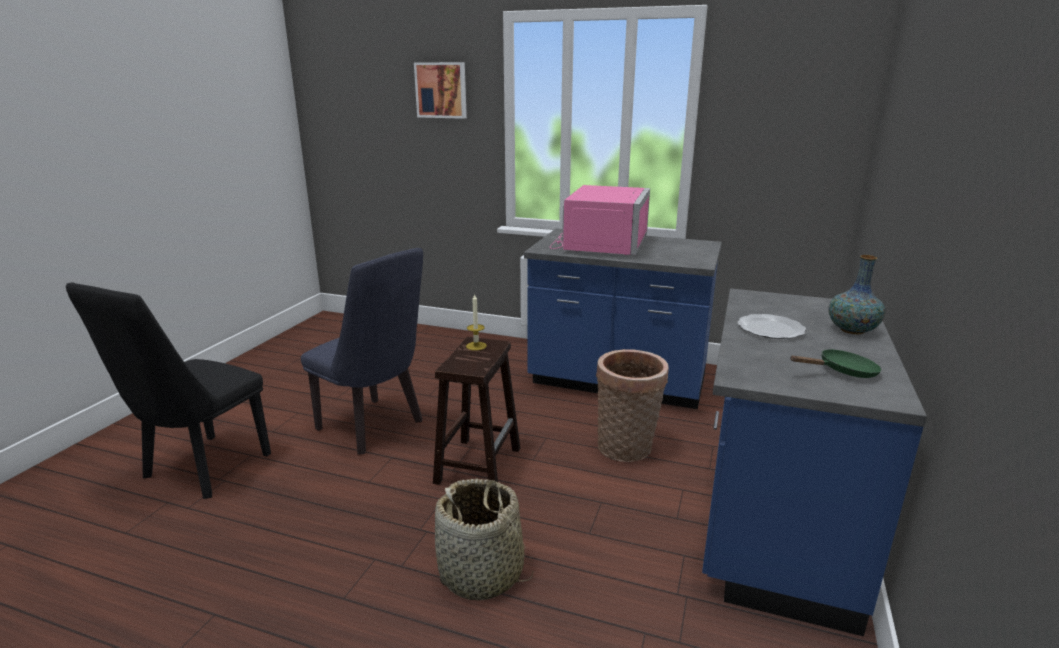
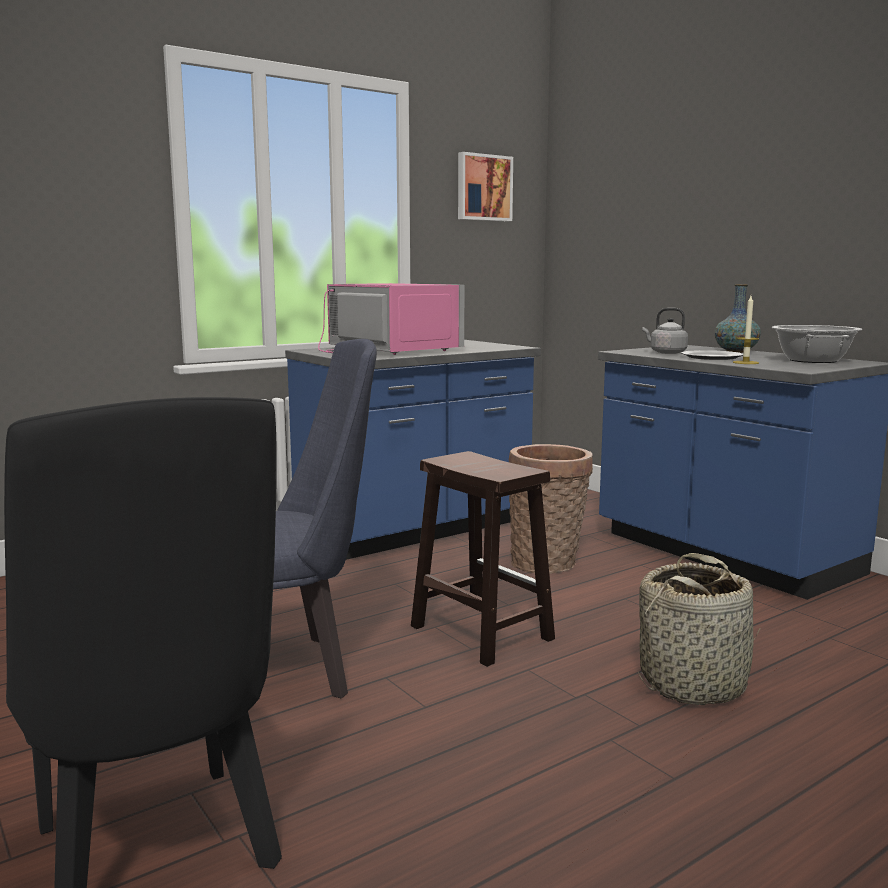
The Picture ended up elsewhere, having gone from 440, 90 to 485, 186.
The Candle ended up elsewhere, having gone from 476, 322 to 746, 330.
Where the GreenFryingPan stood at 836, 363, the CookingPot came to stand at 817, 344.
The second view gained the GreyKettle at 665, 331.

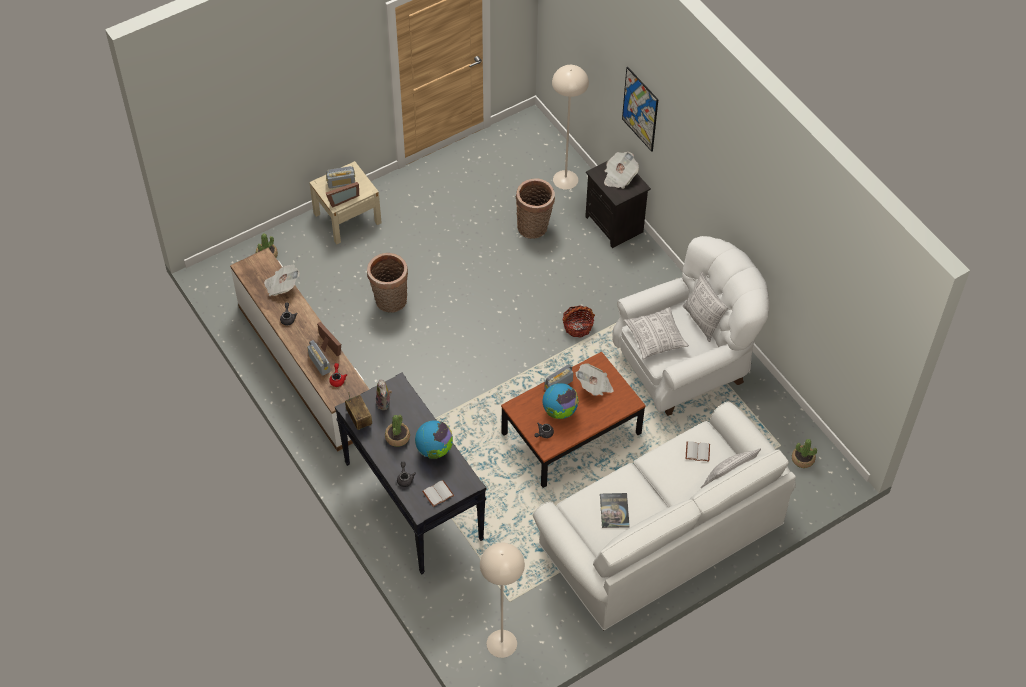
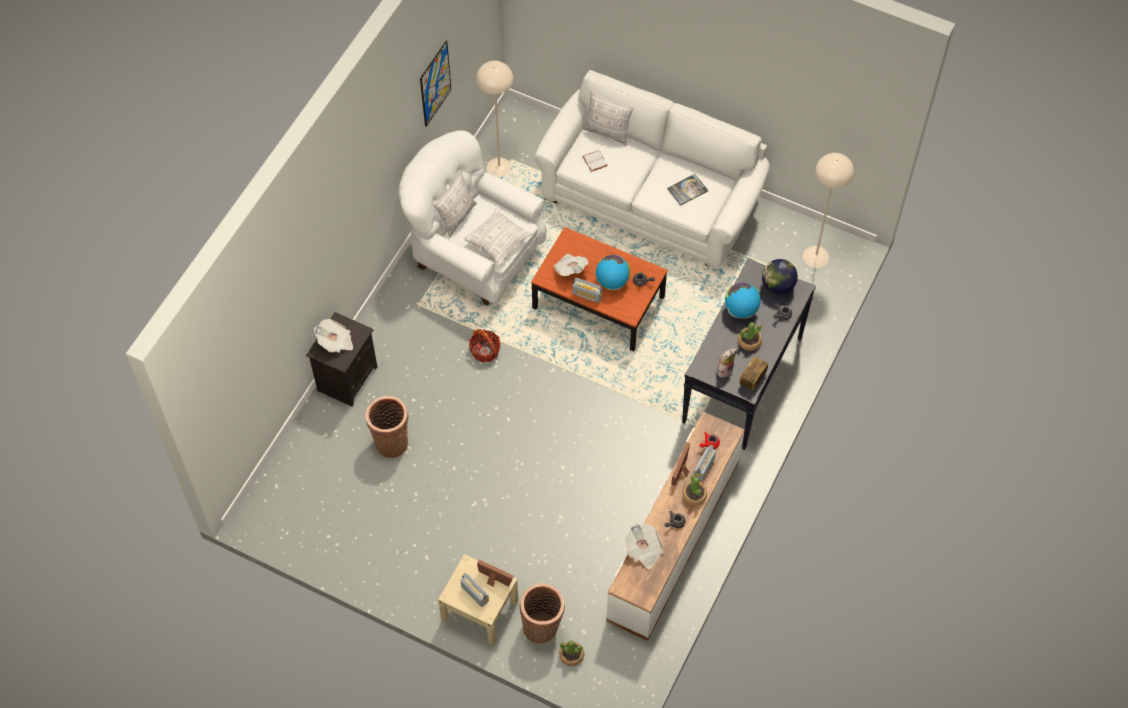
The Basket ended up elsewhere, having gone from 387, 283 to 542, 613.
Where the WhiteBook stood at 438, 493, the Globe came to stand at 780, 276.
The BeigeFloorLamp ended up elsewhere, having gone from 570, 127 to 494, 119.
The Picture ended up elsewhere, having gone from 640, 109 to 435, 84.
The PottedPlant ended up elsewhere, having gone from 804, 453 to 694, 490.

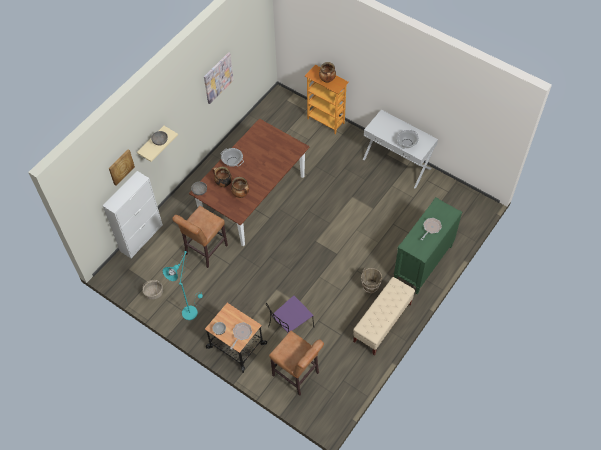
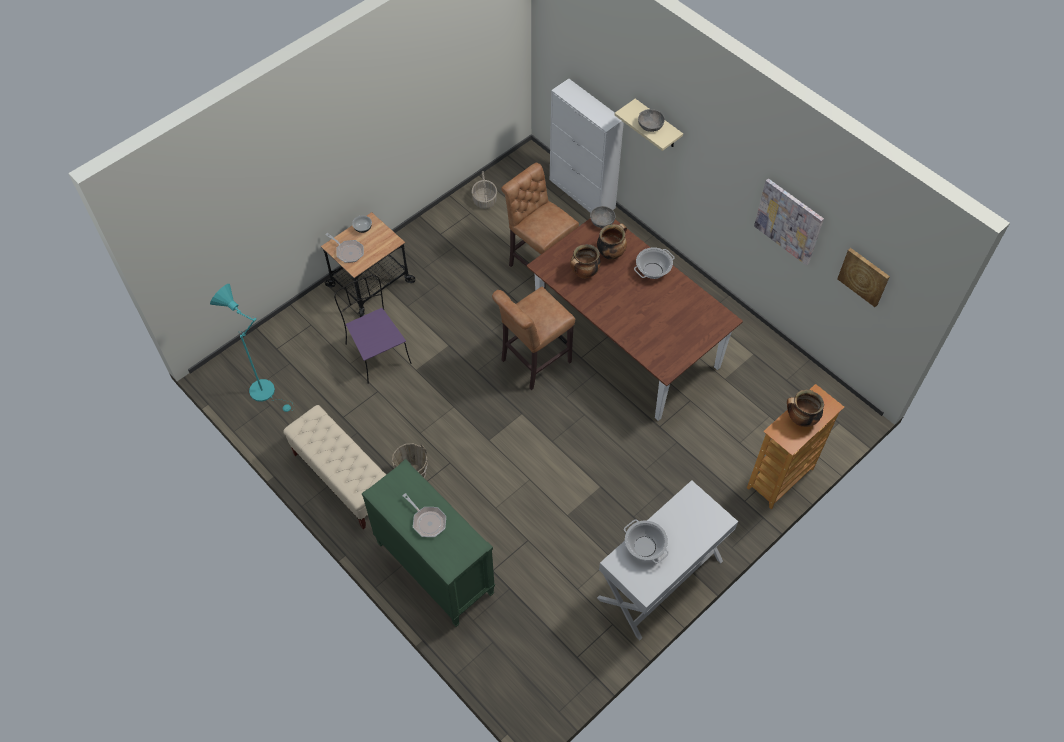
The Picture ended up elsewhere, having gone from 122, 168 to 863, 277.
The TurquoiseFloorLamp ended up elsewhere, having gone from 183, 285 to 251, 348.
The BrownStool ended up elsewhere, having gone from 296, 363 to 533, 338.

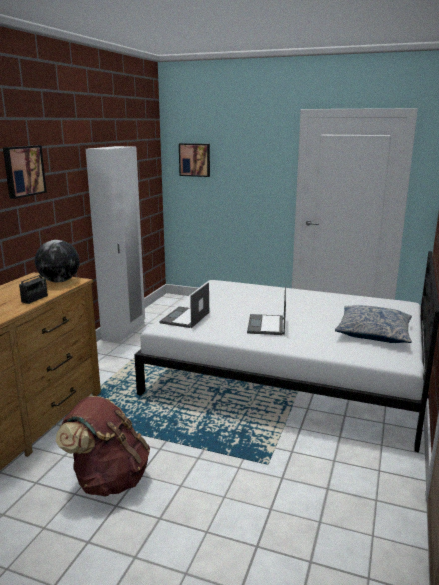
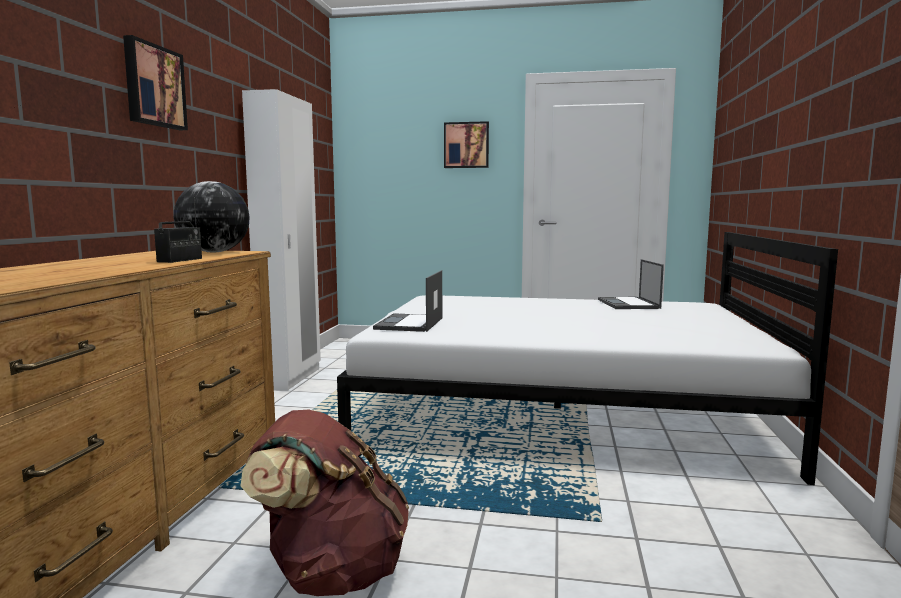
The Picture ended up elsewhere, having gone from 194, 160 to 466, 144.
The Laptop ended up elsewhere, having gone from 266, 311 to 631, 284.
The second view lost the Pillow at 373, 324.

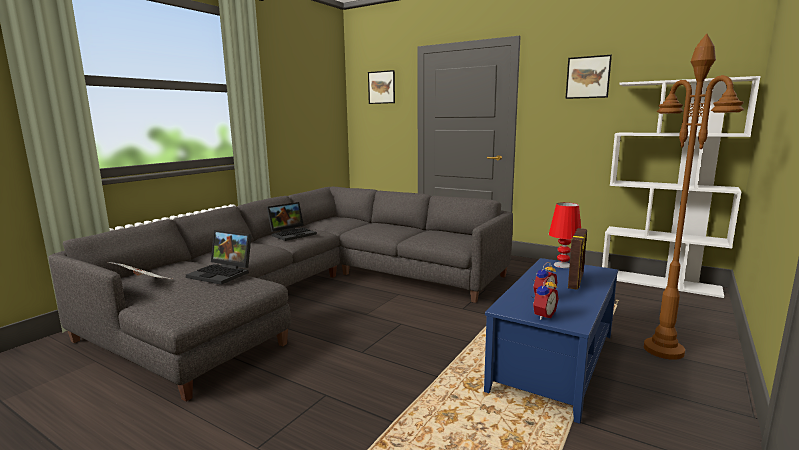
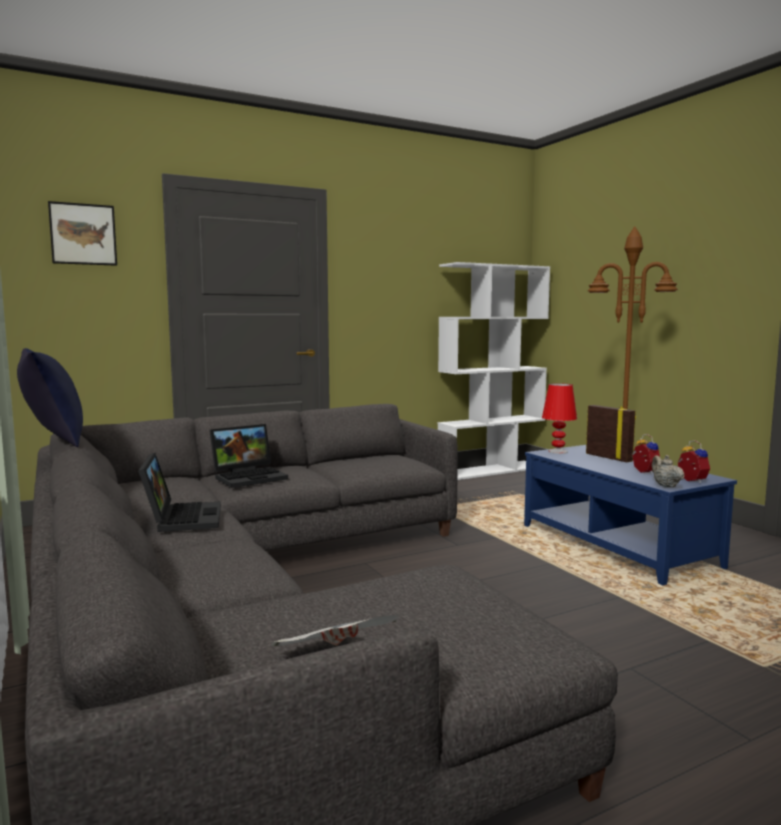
The Laptop ended up elsewhere, having gone from 219, 257 to 249, 456.
The second view lost the Picture at 588, 77.
The second view gained the BluePillow at 50, 397.
The second view gained the BeigeTeapot at 668, 471.

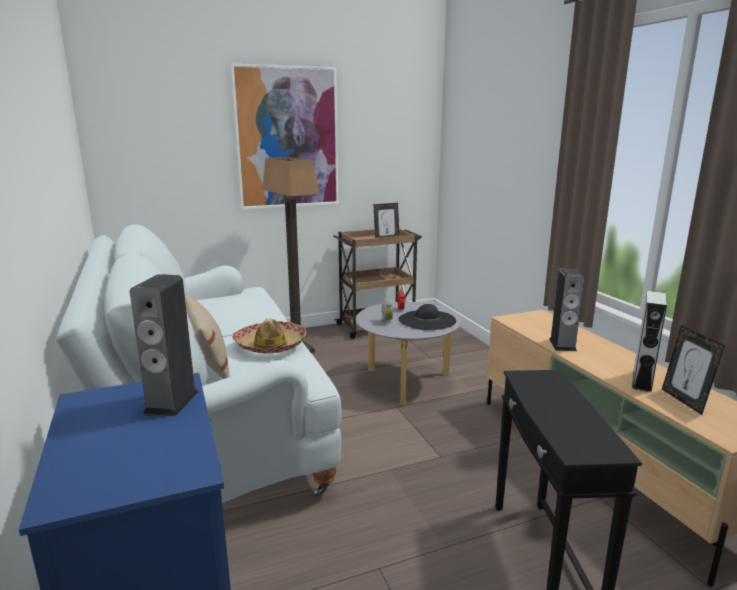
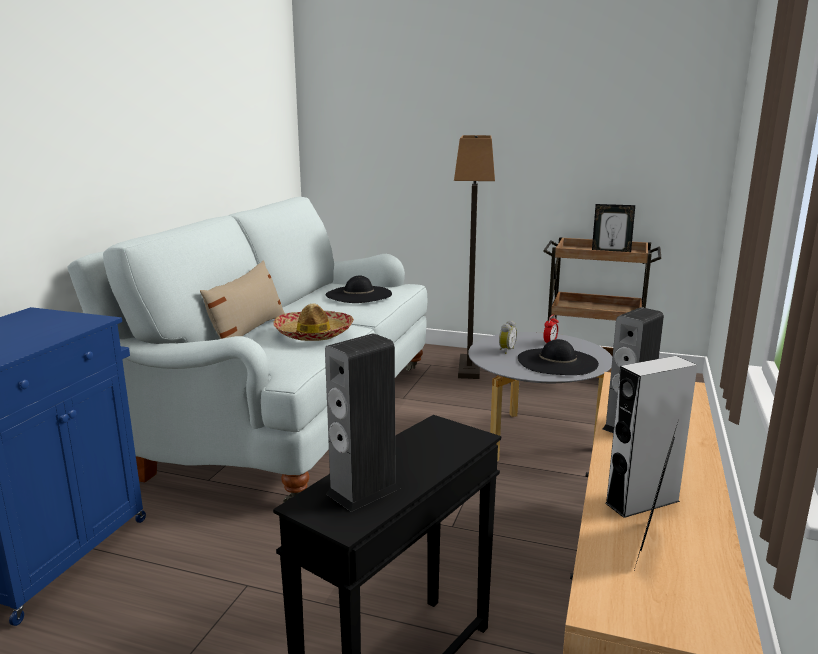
The Speaker ended up elsewhere, having gone from 164, 345 to 362, 422.
The second view lost the Picture at 285, 136.
The second view gained the BlackHat at 358, 289.

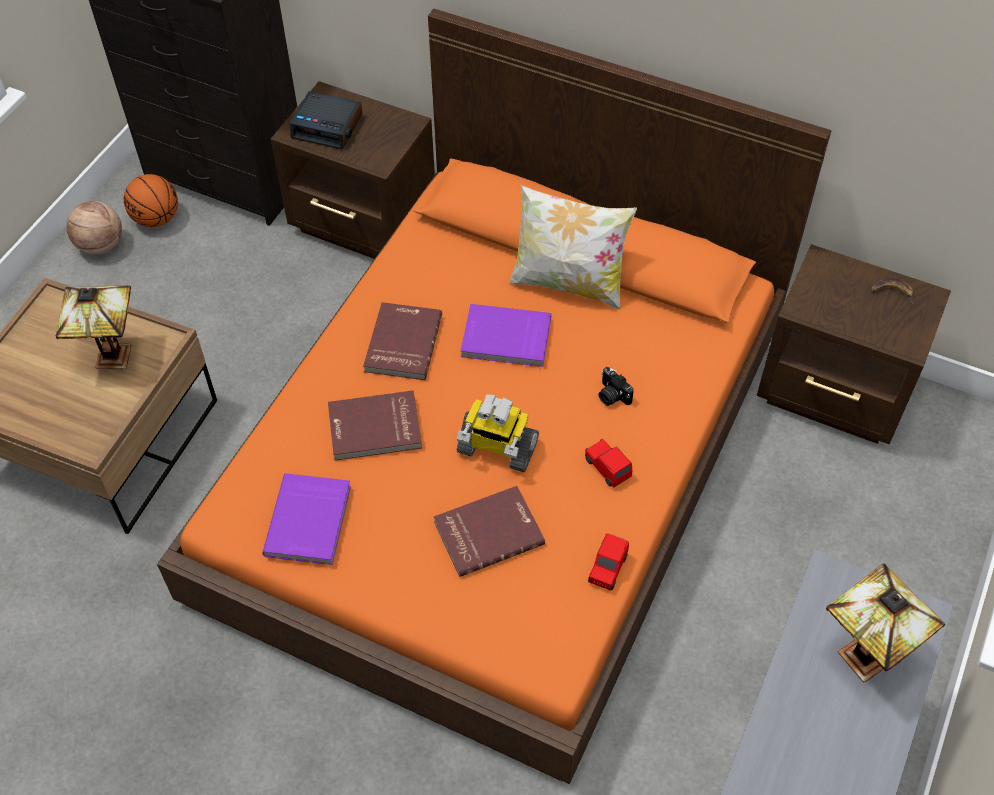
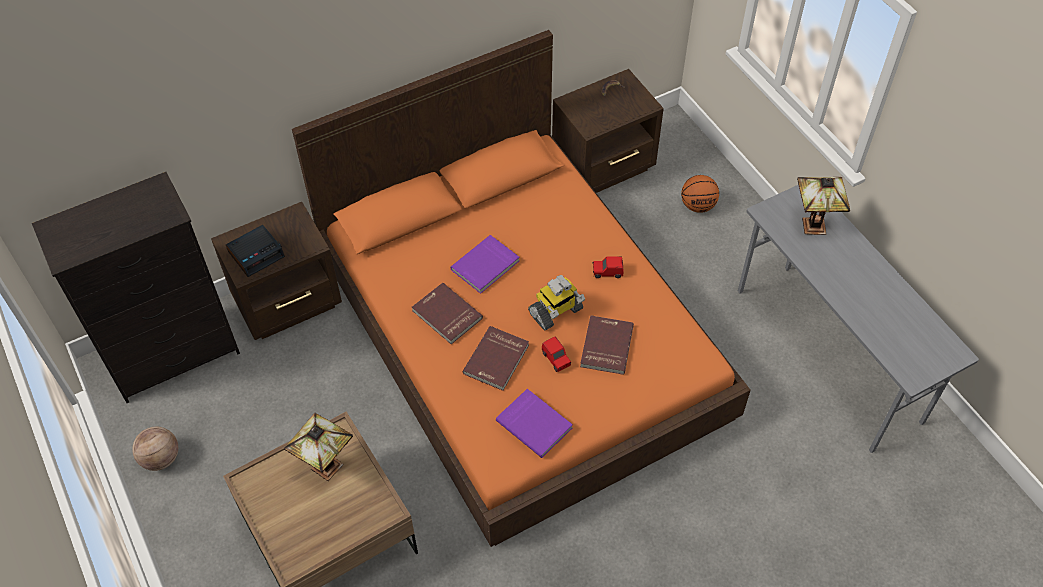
The Basketball ended up elsewhere, having gone from 151, 200 to 700, 194.
The second view lost the Pillow at 573, 247.
The RedToyCar ended up elsewhere, having gone from 608, 562 to 556, 354.
The second view lost the PhotoCamera at 616, 386.

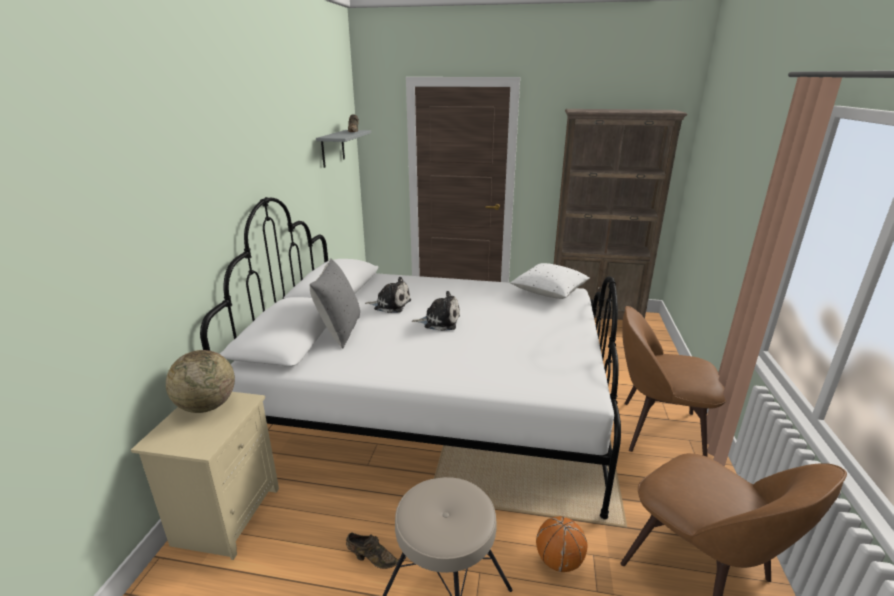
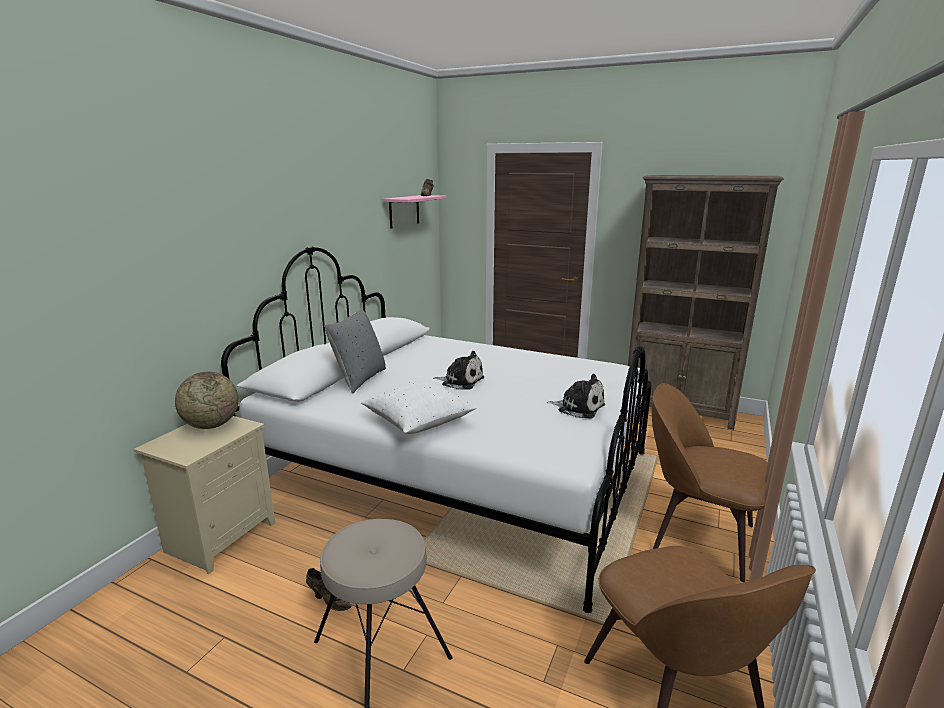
What was the GreyShelf at 343, 149 turned into the PinkShelf at 414, 212.
The PlushToy ended up elsewhere, having gone from 388, 295 to 576, 396.
The WhitePillow ended up elsewhere, having gone from 550, 281 to 418, 407.
The second view lost the Basketball at 562, 544.

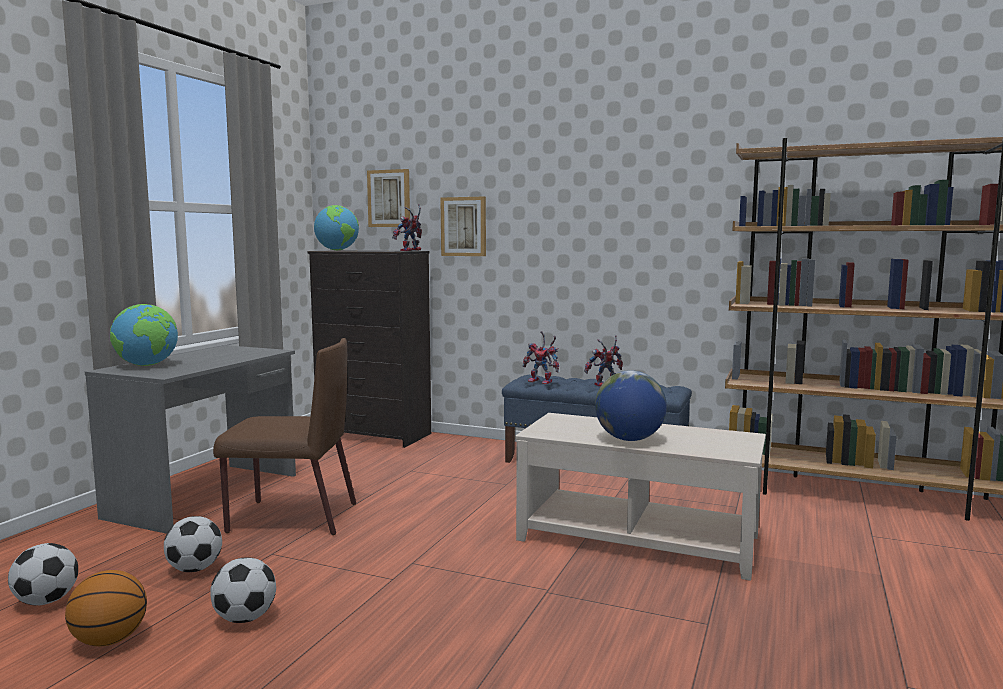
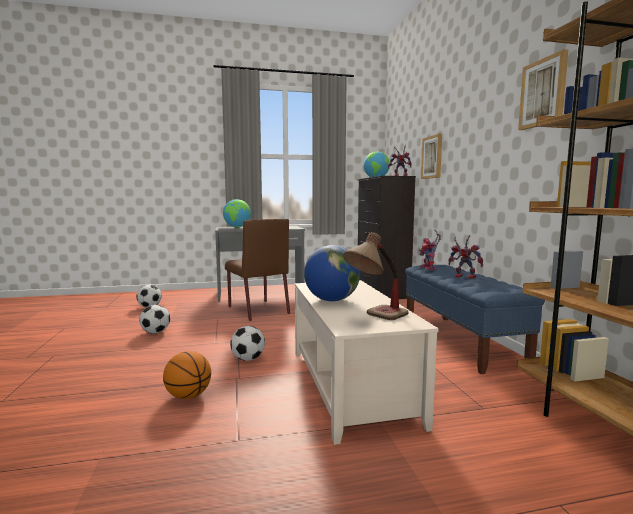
The Basketball ended up elsewhere, having gone from 106, 608 to 187, 375.
The Football ended up elsewhere, having gone from 193, 544 to 247, 343.
The Picture ended up elsewhere, having gone from 388, 198 to 543, 89.
The second view gained the TableLamp at 376, 276.

